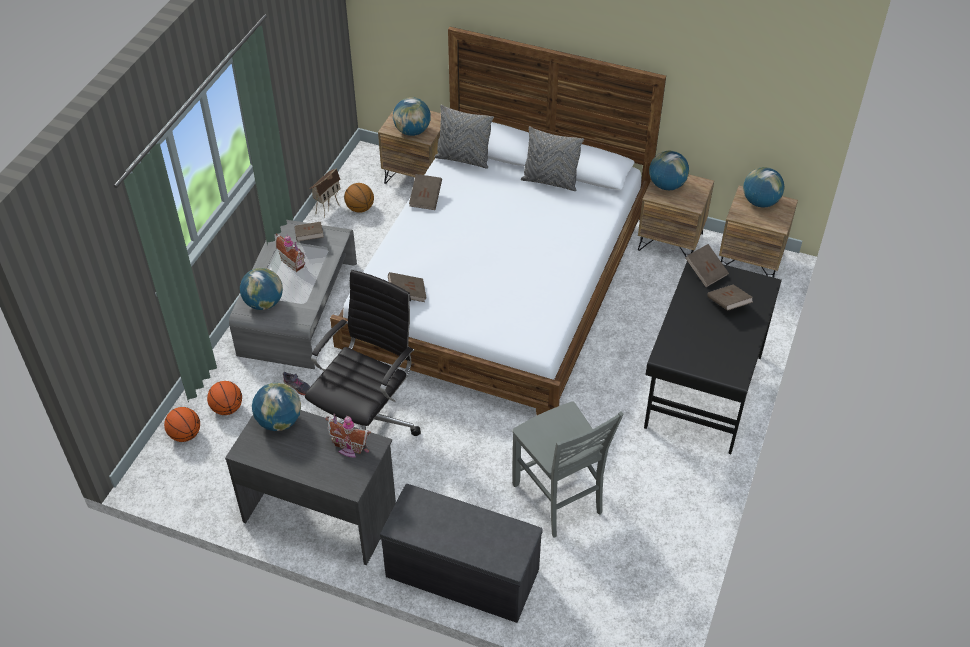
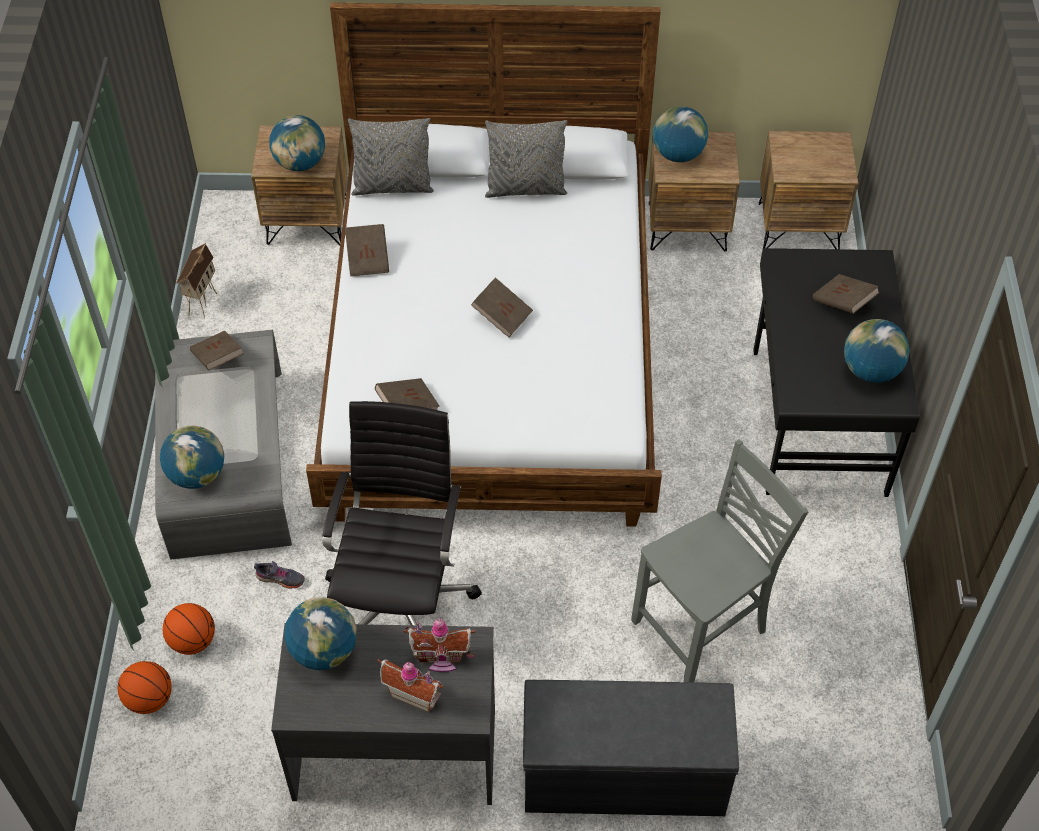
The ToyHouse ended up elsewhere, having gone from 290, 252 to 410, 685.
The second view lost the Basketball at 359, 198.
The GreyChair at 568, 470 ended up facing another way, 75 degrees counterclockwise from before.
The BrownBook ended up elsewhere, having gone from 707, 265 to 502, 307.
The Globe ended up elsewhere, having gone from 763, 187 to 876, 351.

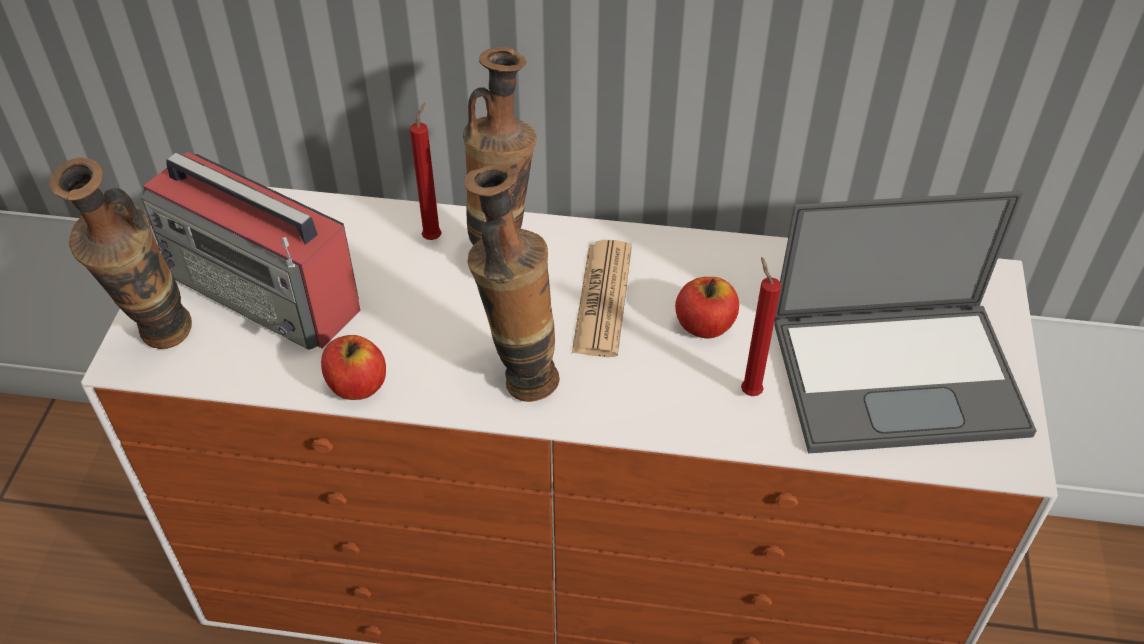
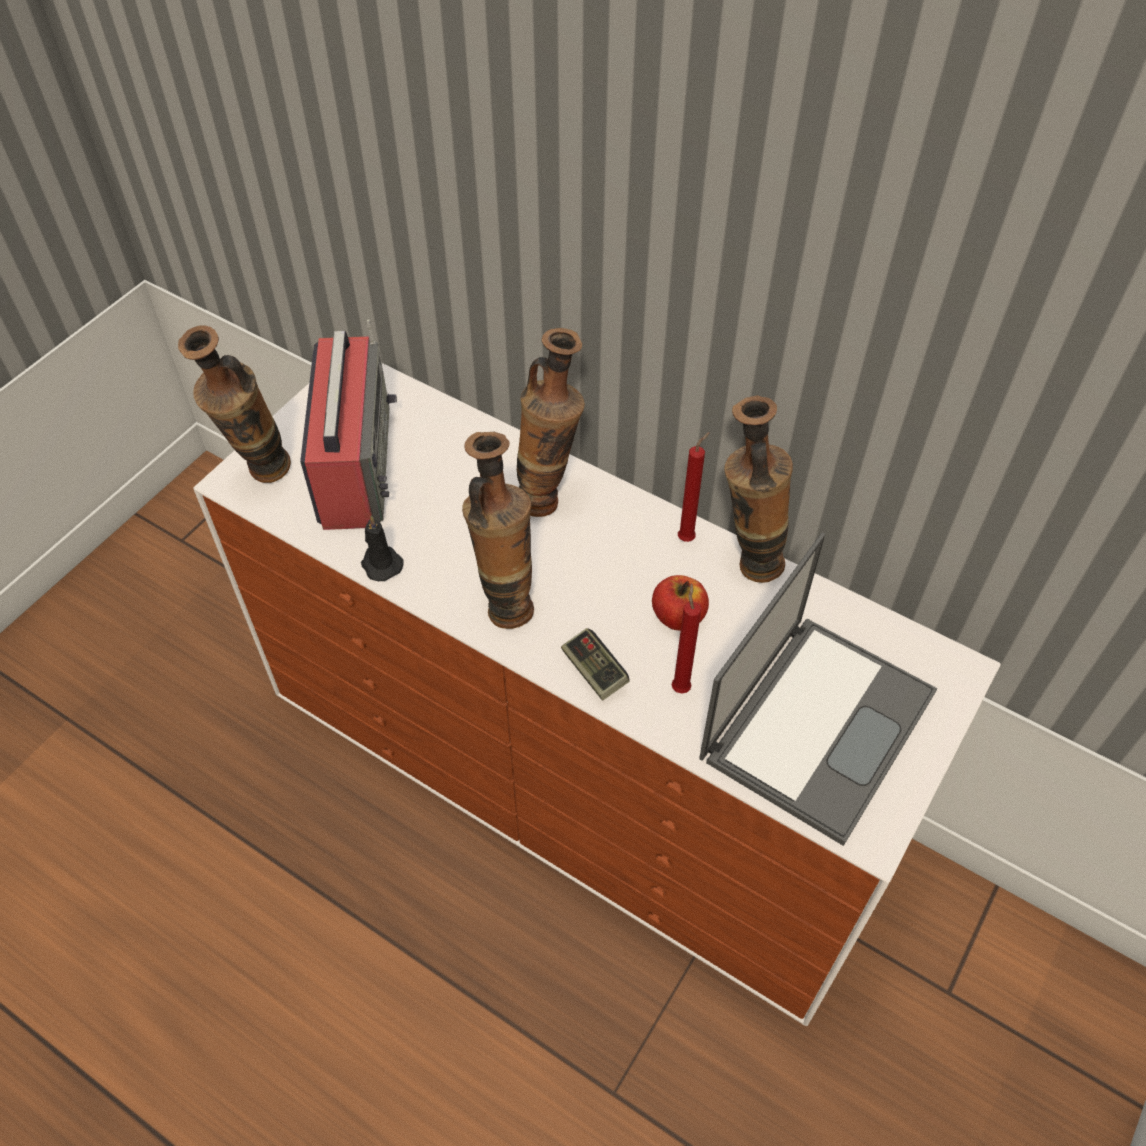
The Radio at 250, 251 ended up facing another way, 150 degrees counterclockwise from before.
Where the Apple stood at 353, 367, the BlackCandle came to stand at 382, 548.
The RedCandle ended up elsewhere, having gone from 426, 171 to 694, 487.
The second view lost the Newspaper at 602, 298.
The Laptop at 905, 322 ended up facing another way, 75 degrees counterclockwise from before.
The second view gained the GameController at 595, 664.
The second view gained the Vase at 758, 489.

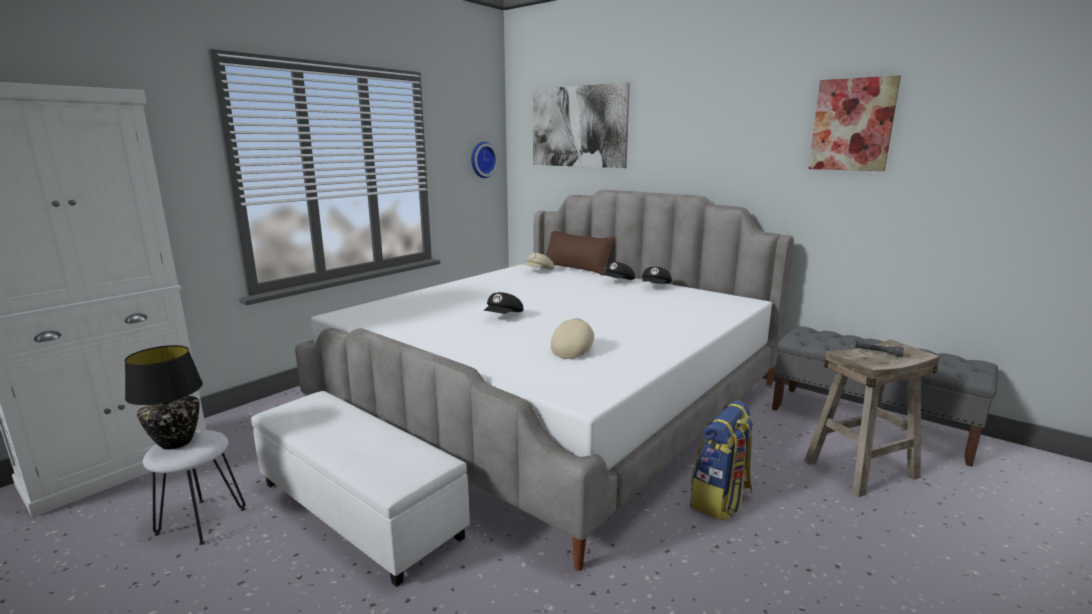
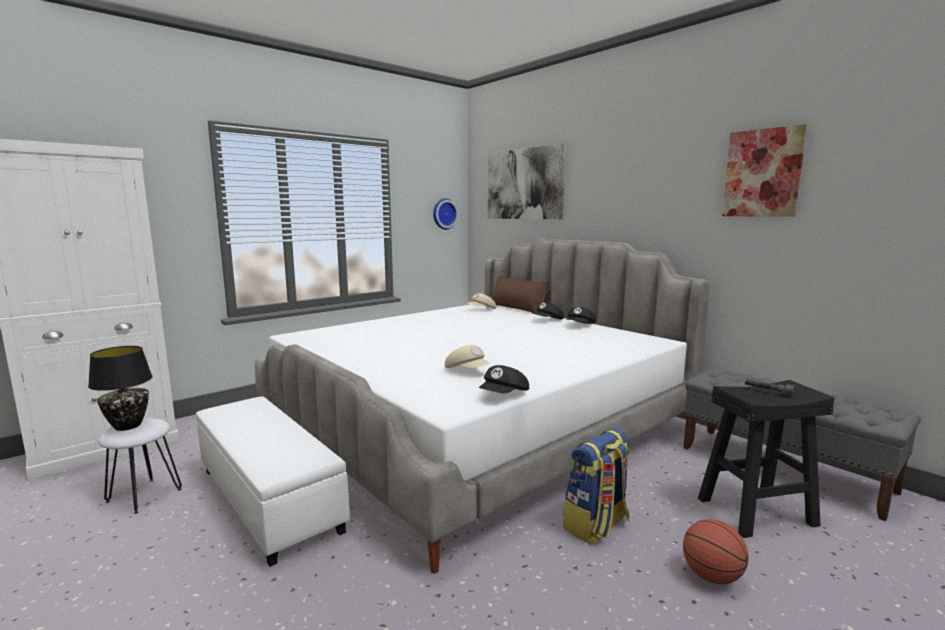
The BlackCap ended up elsewhere, having gone from 504, 303 to 504, 379.
The BeigeCap at 572, 338 ended up facing another way, 105 degrees clockwise from before.
What was the BeigeStool at 872, 418 turned into the BlackStool at 766, 459.
The second view gained the Basketball at 715, 551.

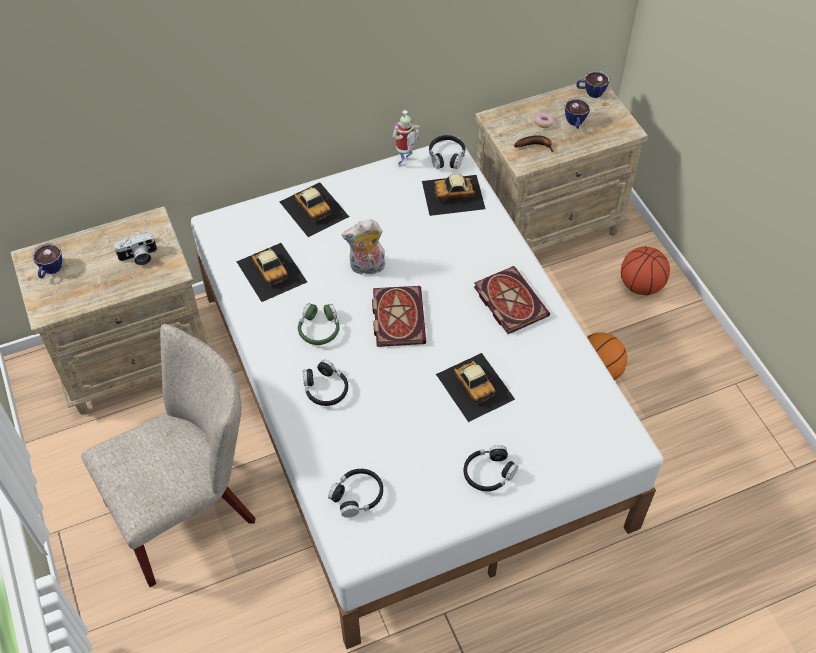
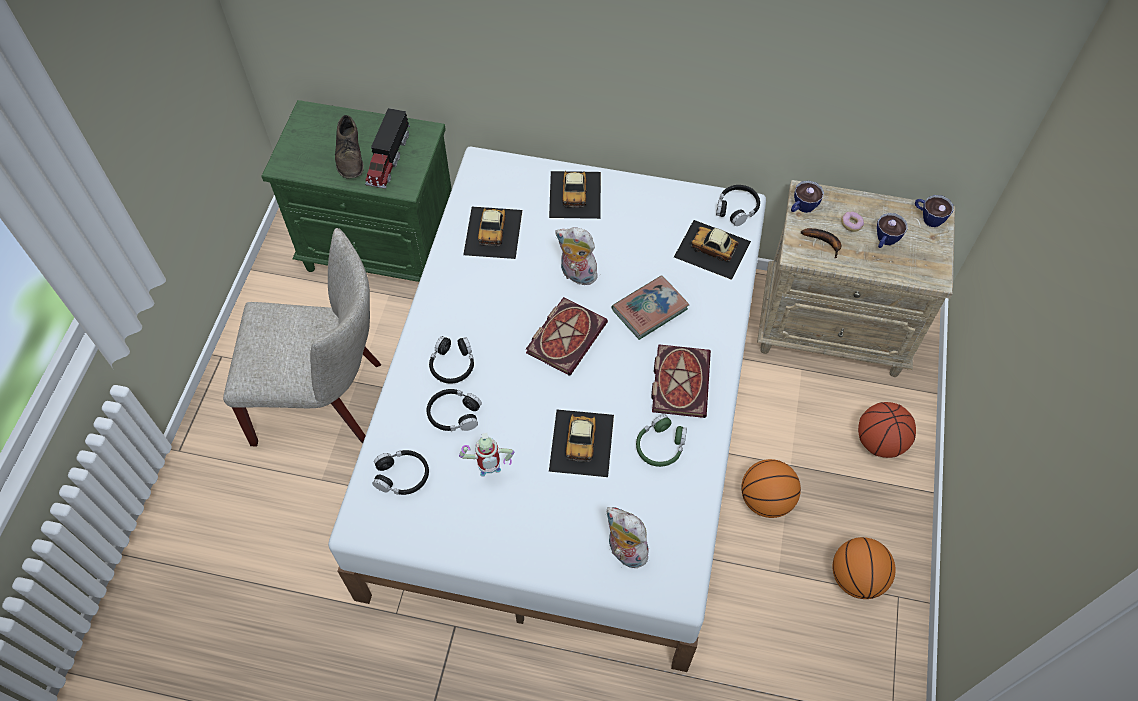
What was the BeigeNightstand at 110, 310 turned into the GreenNightstand at 356, 191.
The Cup ended up elsewhere, having gone from 47, 260 to 807, 197.
Where the PhotoCamera stood at 135, 248, the ToyTruck came to stand at 387, 148.
The GreenHeadphones ended up elsewhere, having gone from 318, 324 to 661, 440.
The ToyRobot ended up elsewhere, having gone from 406, 138 to 487, 455.
The BlackHeadphones ended up elsewhere, having gone from 491, 468 to 454, 410.
The second view gained the BrownShoe at 349, 147.
The second view gained the PlushToy at 628, 538.
The second view gained the Book at 650, 307.
The second view gained the Basketball at 864, 568.

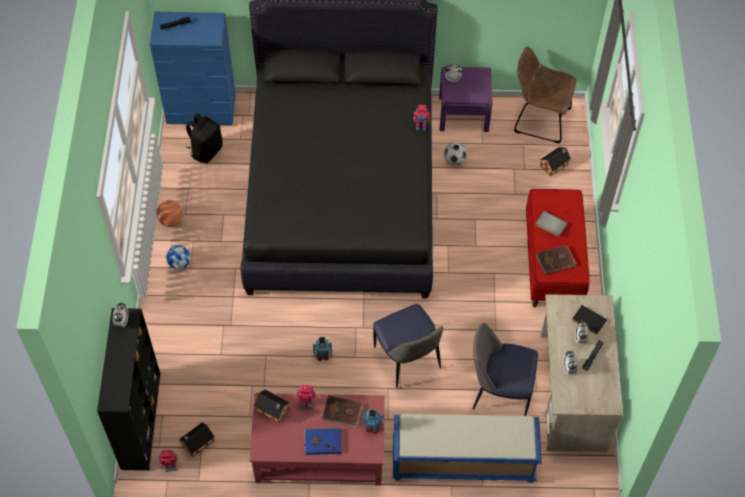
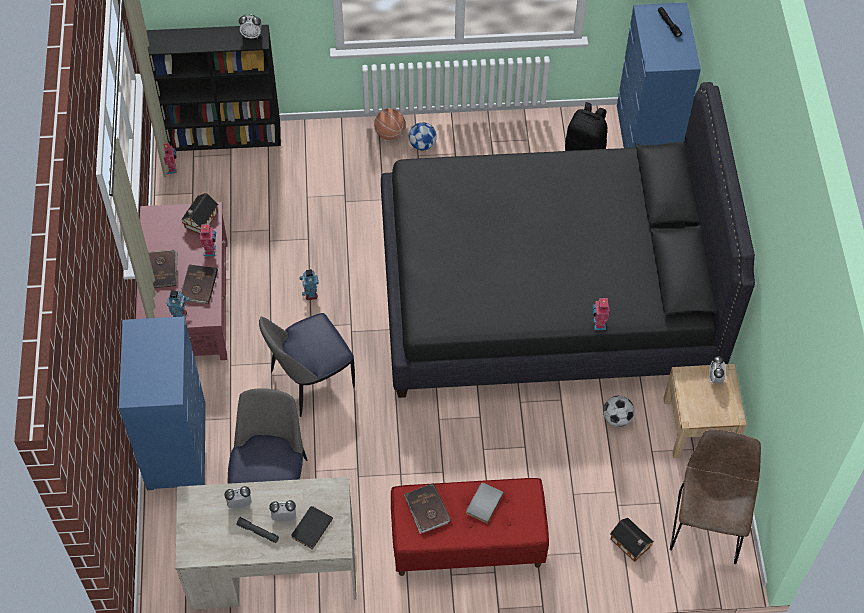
The Basketball ended up elsewhere, having gone from 169, 213 to 389, 124.
The second view lost the ToyHouse at 196, 440.
What was the BlueBook at 322, 441 turned into the BrownBook at 162, 269.
Where the BlueBench stood at 467, 448, the BlueDresser came to stand at 162, 403.
What was the PurpleNightstand at 465, 99 turned into the BeigeNightstand at 705, 411.

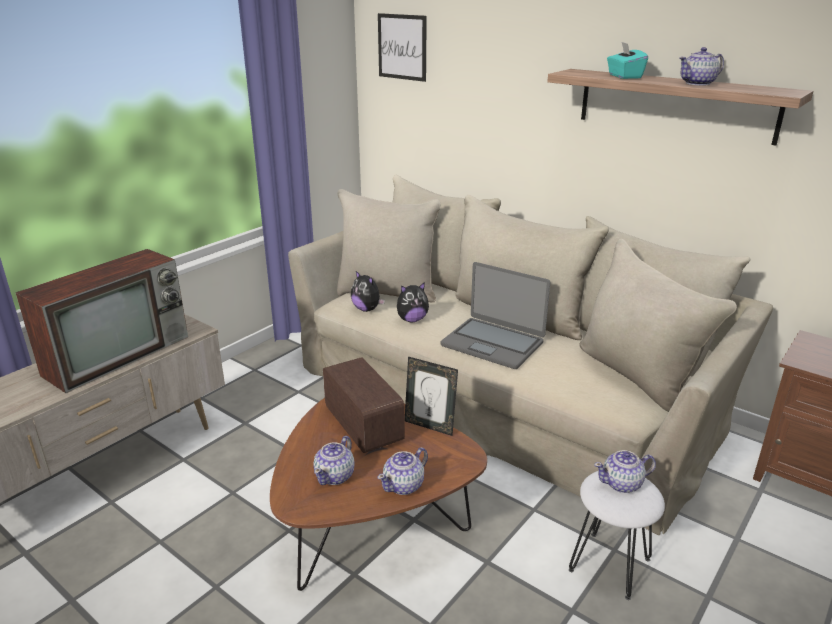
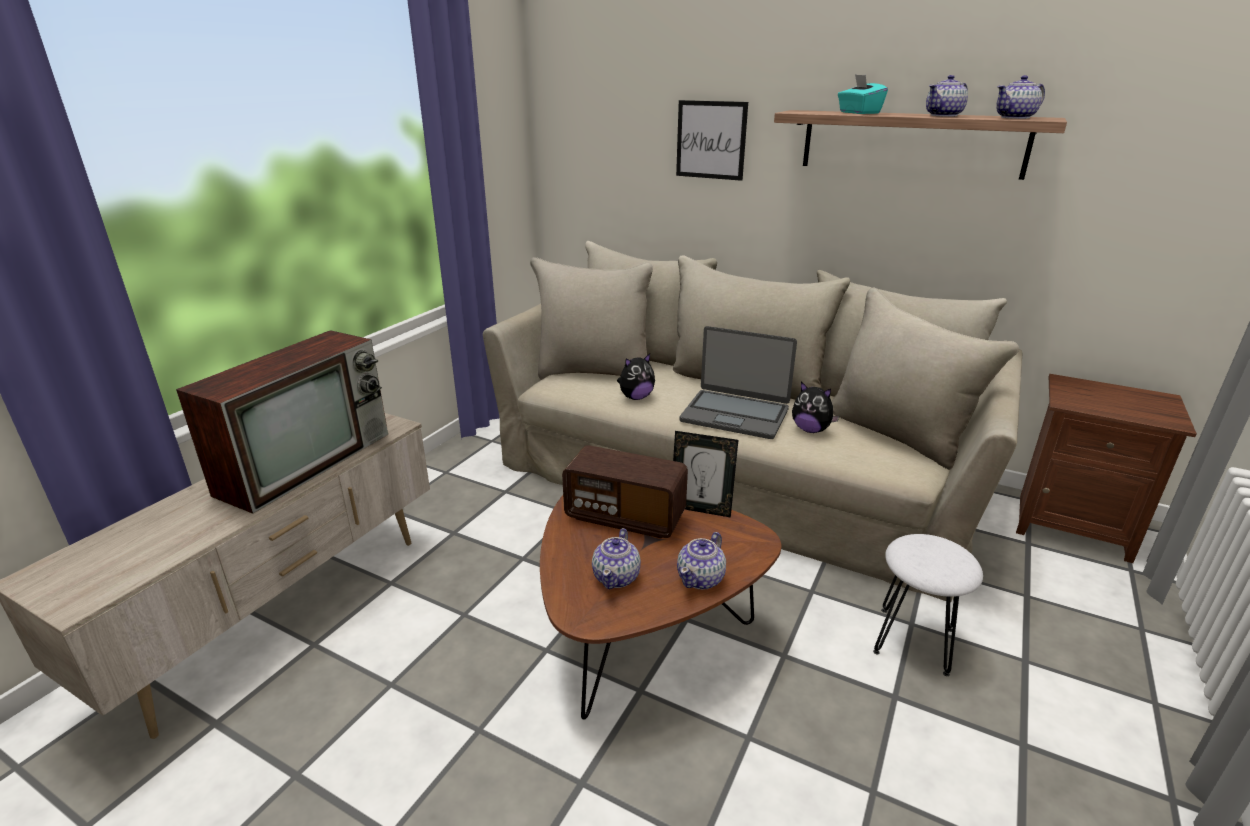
The Radio at 364, 405 ended up facing another way, 150 degrees clockwise from before.
The PlushToy ended up elsewhere, having gone from 368, 291 to 815, 407.
The Picture ended up elsewhere, having gone from 402, 47 to 712, 140.
The Teapot ended up elsewhere, having gone from 625, 471 to 1020, 97.

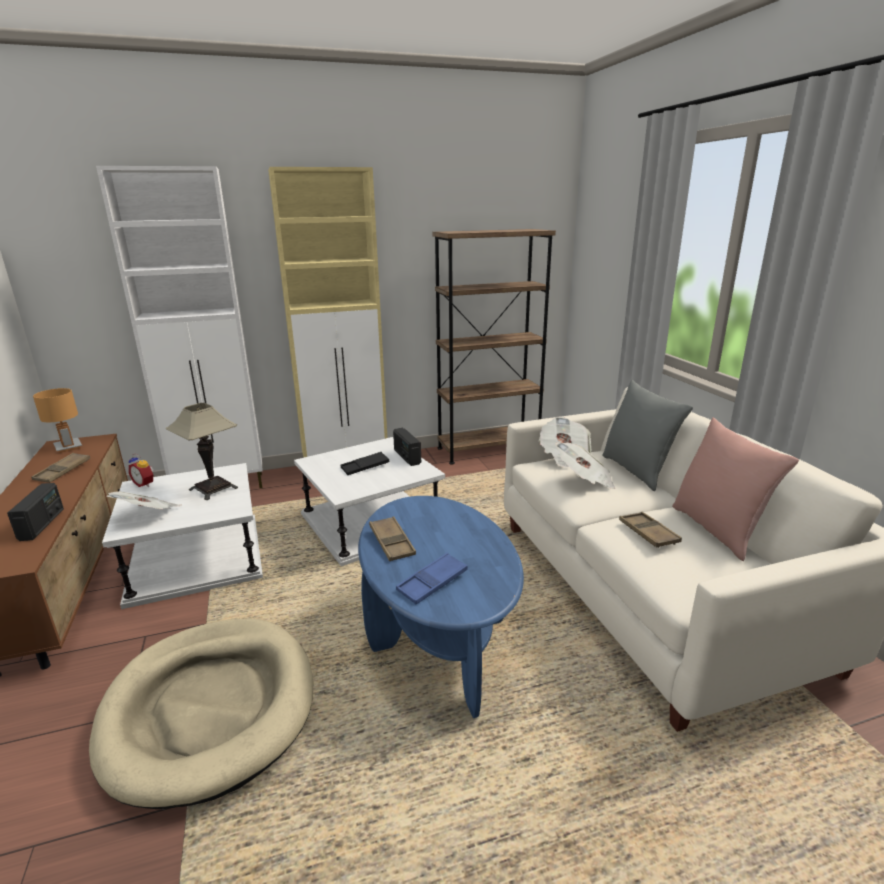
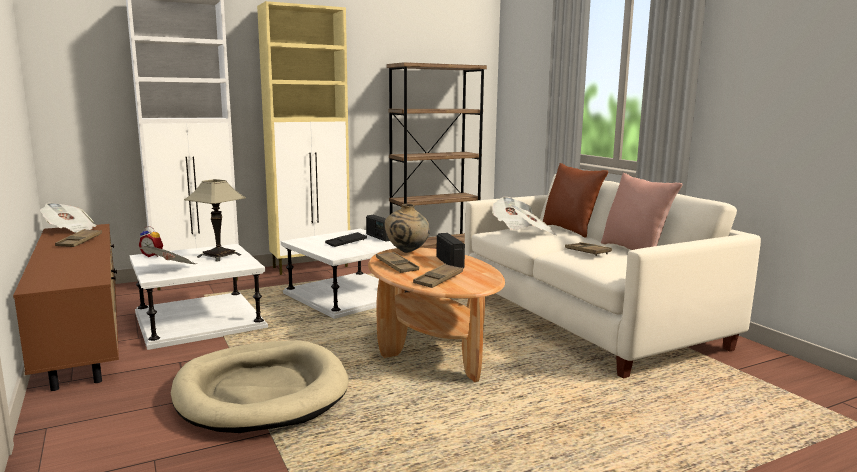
The Radio ended up elsewhere, having gone from 35, 512 to 450, 250.
Where the BrownTableLamp stood at 57, 420, the Newspaper came to stand at 68, 218.
What was the BlueCoffeeTable at 441, 607 turned into the BrownCoffeeTable at 436, 315.
What was the BlueTray at 432, 578 turned into the BrownTray at 438, 275.
What was the GreyPillow at 647, 435 turned into the BrownPillow at 575, 200.
The second view gained the BeigeVase at 407, 228.

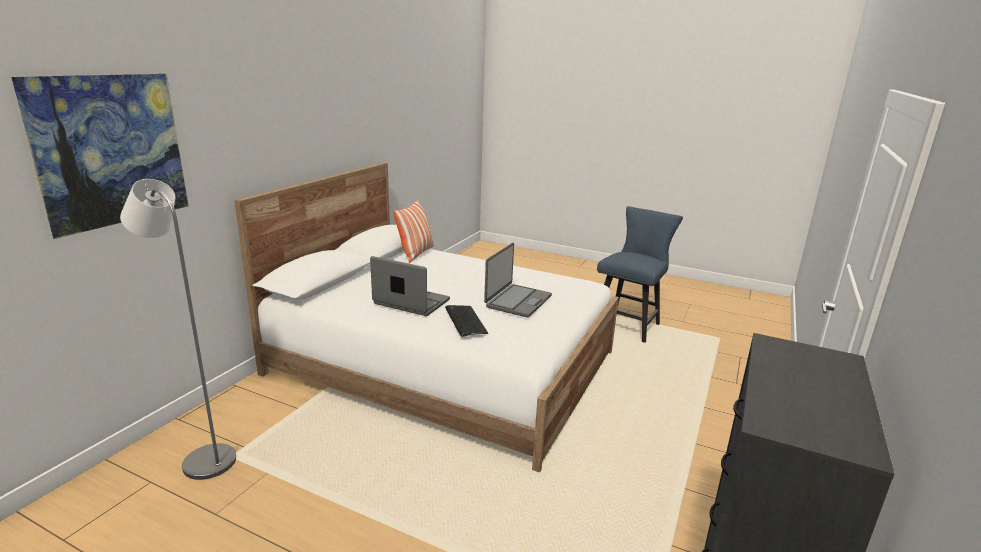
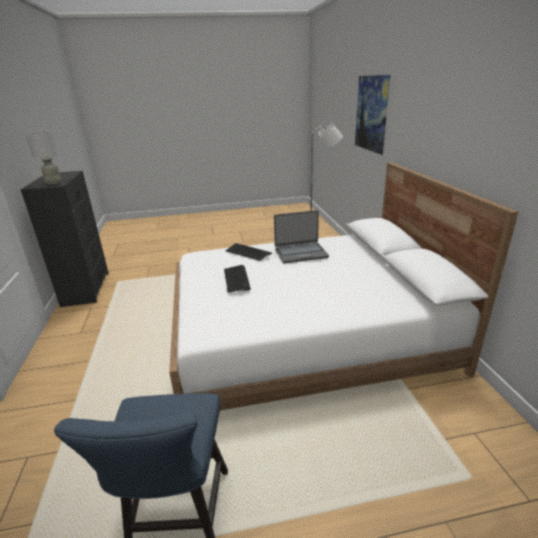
The second view lost the Pillow at 413, 231.
Where the Laptop stood at 518, 280, the Keyboard came to stand at 237, 279.
The second view gained the GreyTableLamp at 43, 158.

